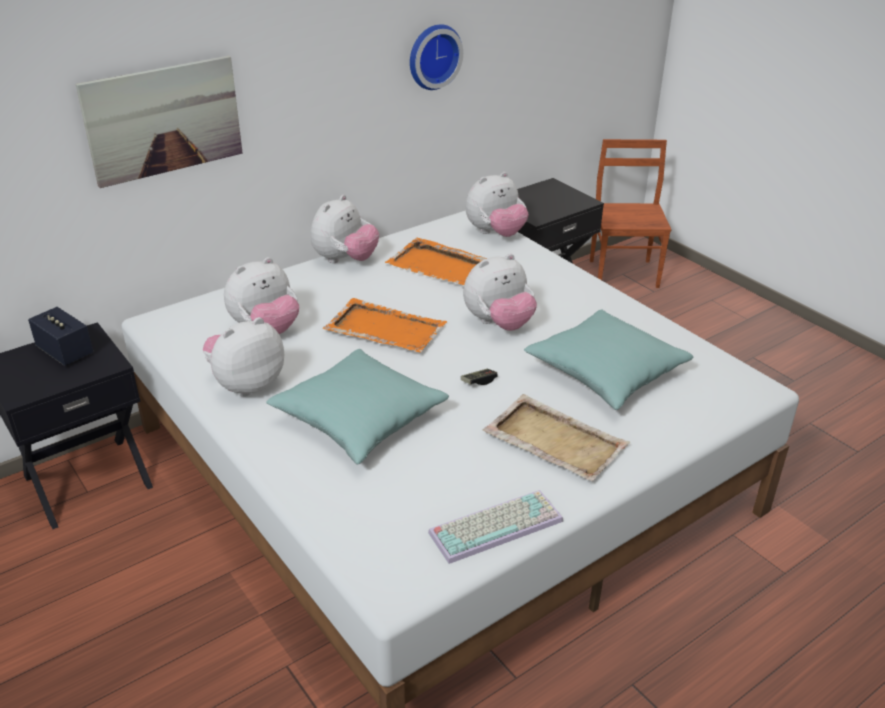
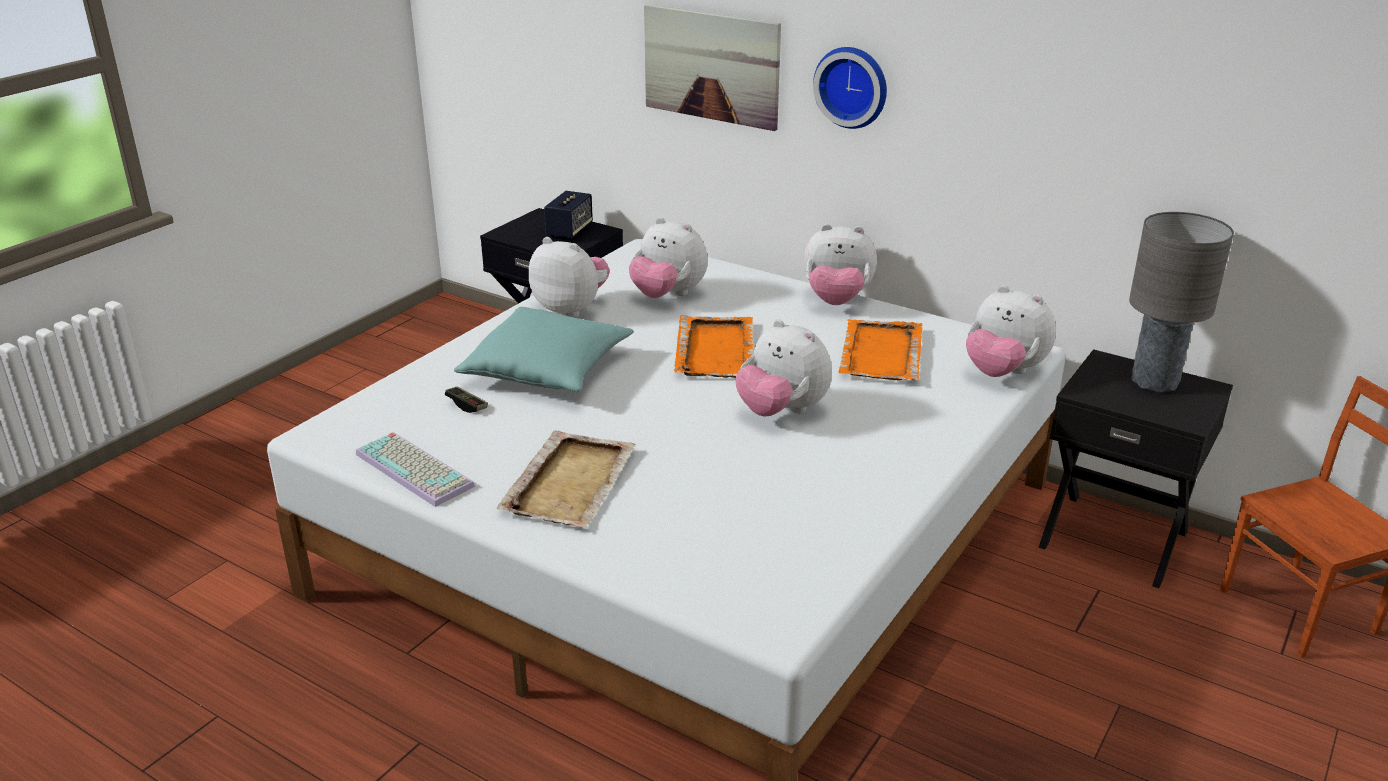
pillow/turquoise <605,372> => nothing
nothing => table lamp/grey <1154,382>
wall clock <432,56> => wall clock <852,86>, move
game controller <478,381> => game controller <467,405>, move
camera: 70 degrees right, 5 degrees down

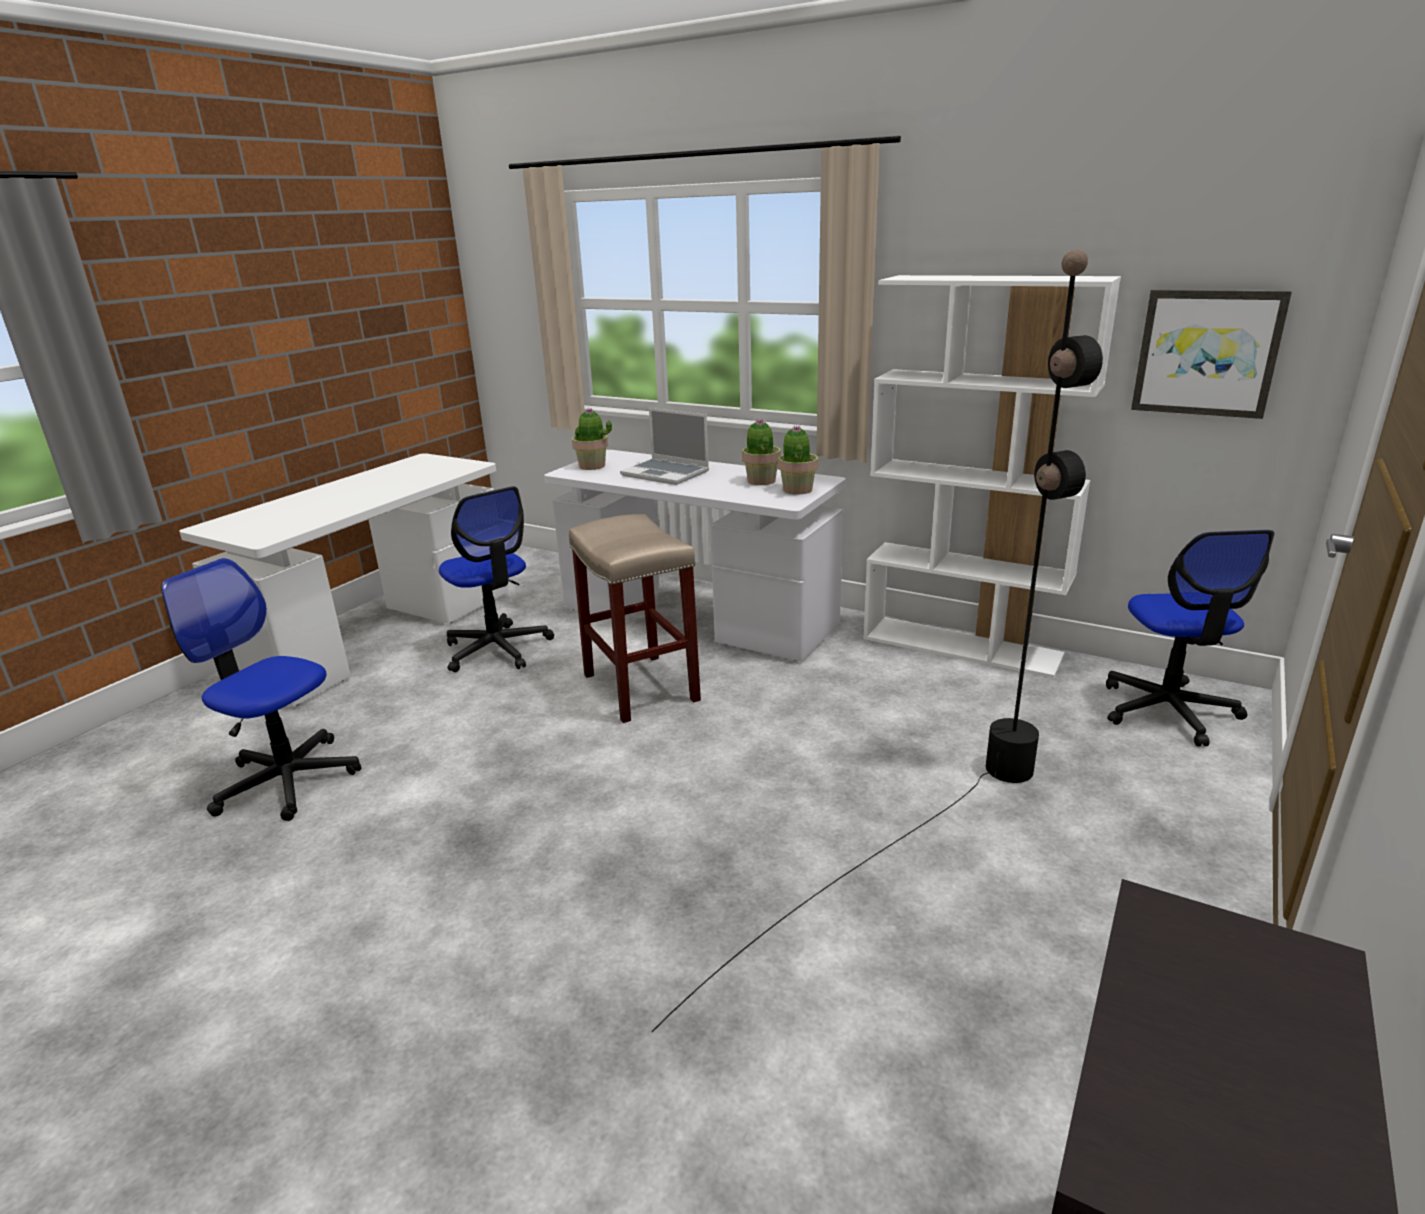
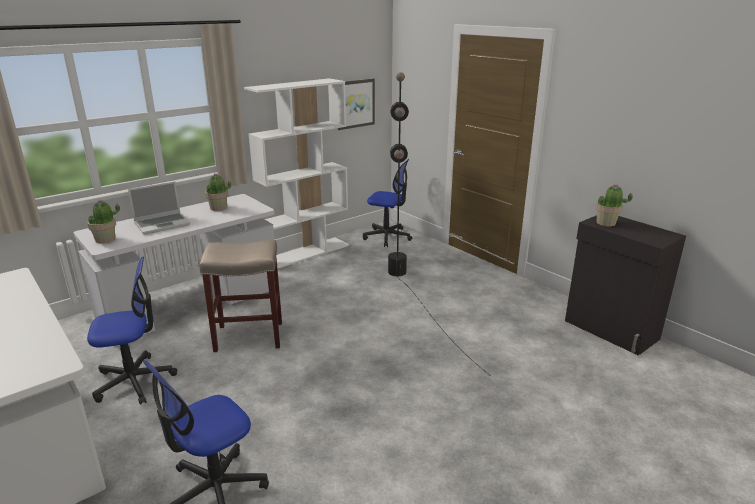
potted plant <797,490> => potted plant <606,223>, move
camera: 70 degrees left, 0 degrees up

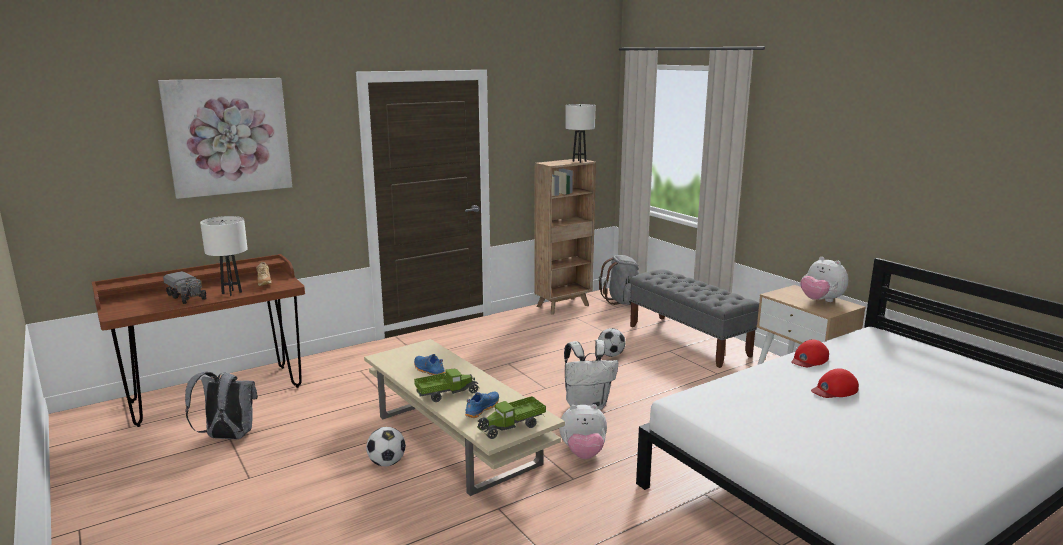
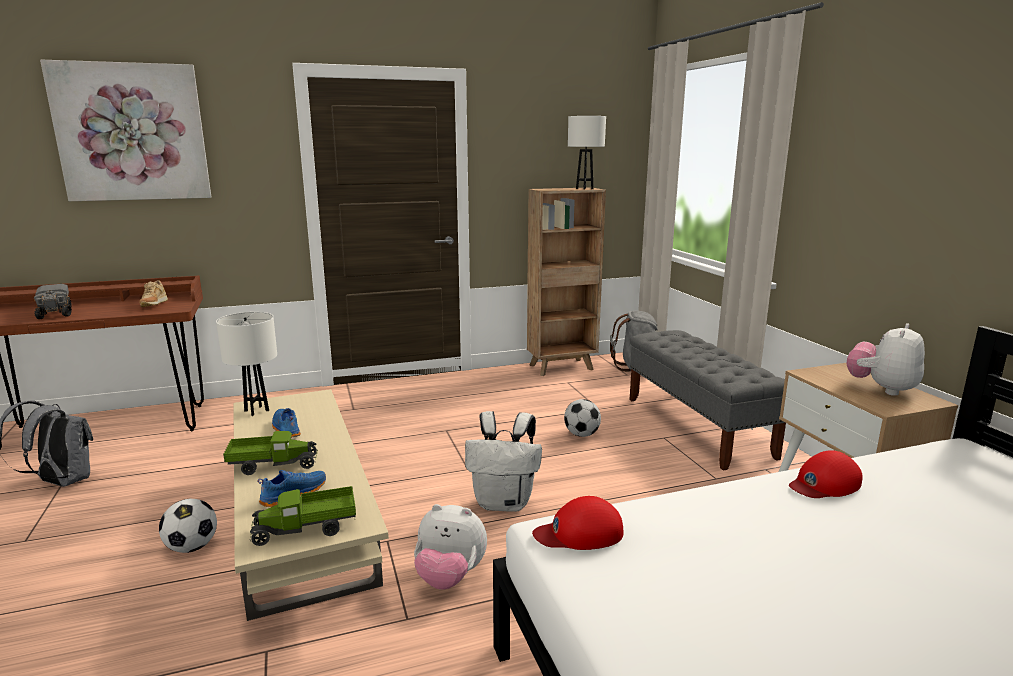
table lamp/white <232,293> => table lamp/white <257,410>, move
cap/red <834,390> => cap/red <579,533>, move
plush toy <821,301> => plush toy <881,389>, 60 degrees clockwise
camera: 15 degrees right, 0 degrees up

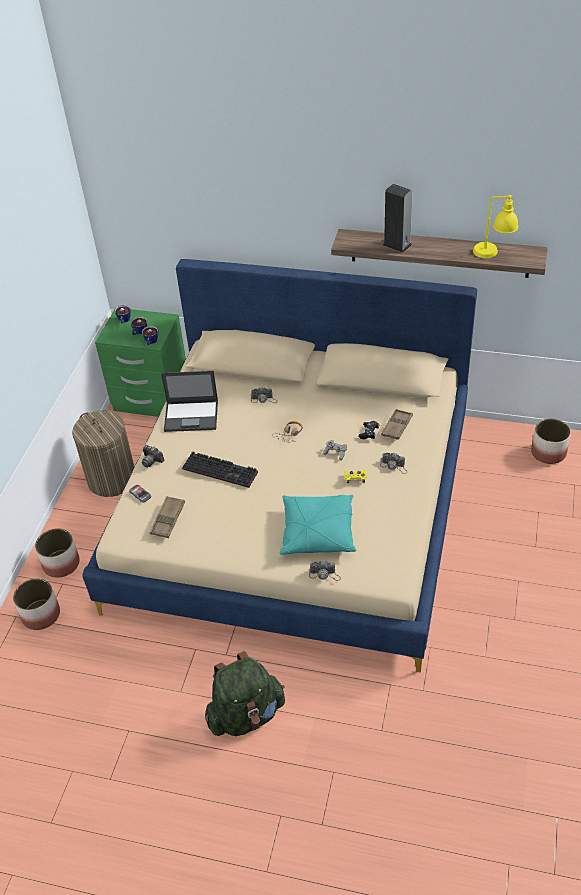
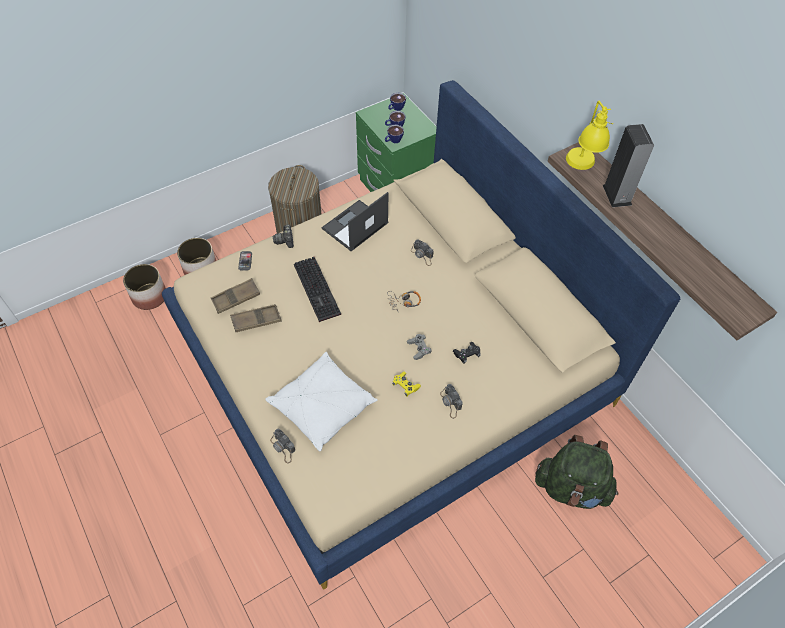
planter <548,453> => nothing
backpack/green <246,715> => backpack/green <571,488>, move
tray/brown <397,426> => tray/brown <256,320>, move
table lamp/yellow <493,255> => table lamp/yellow <581,168>, move
pillow/turquoise <317,532> => pillow/white <323,406>
laptop <192,416> => laptop <354,226>, 90 degrees clockwise
camera: 40 degrees right, 10 degrees up

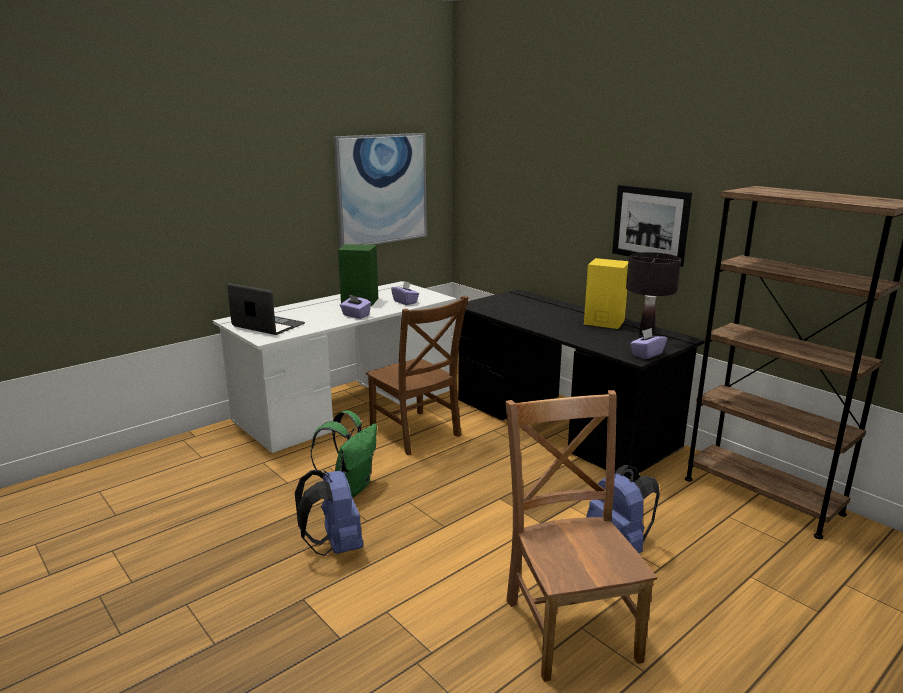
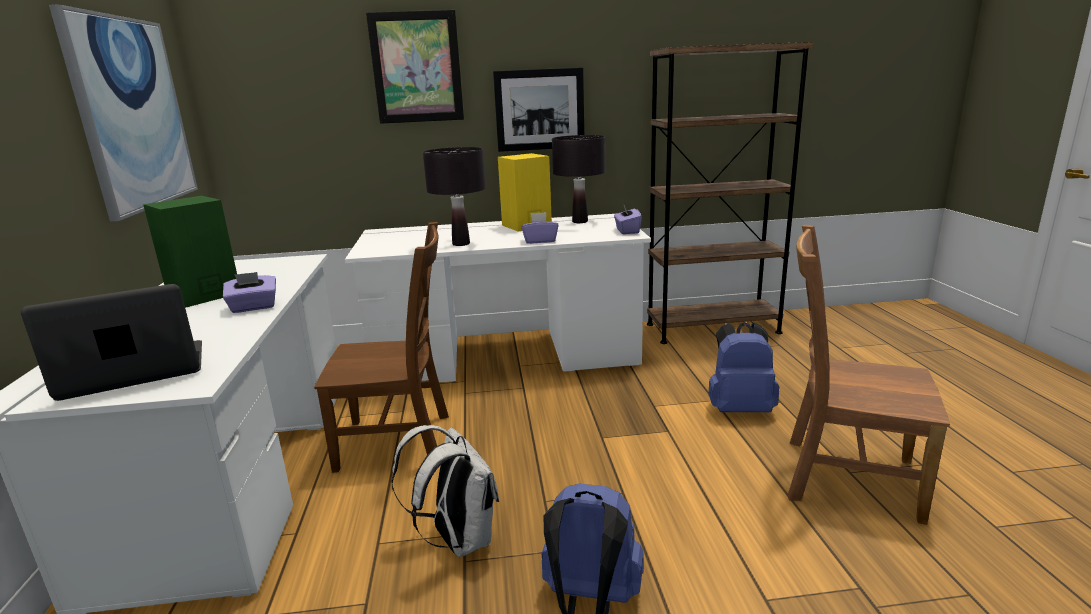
nothing => picture <416,67>
nothing => table lamp/black <461,244>
tissue box/purple <405,302> => tissue box/purple <539,241>, move
backpack/green <350,487> => backpack/white <458,539>
desk/black <563,423> => desk/white <506,355>
camera: 55 degrees left, 0 degrees up

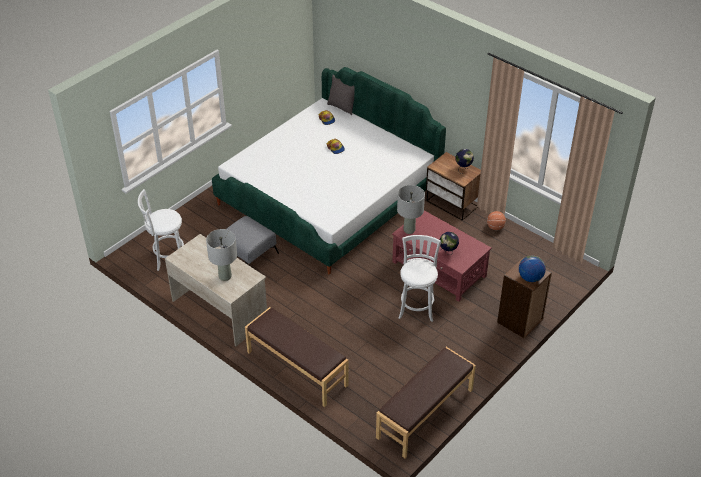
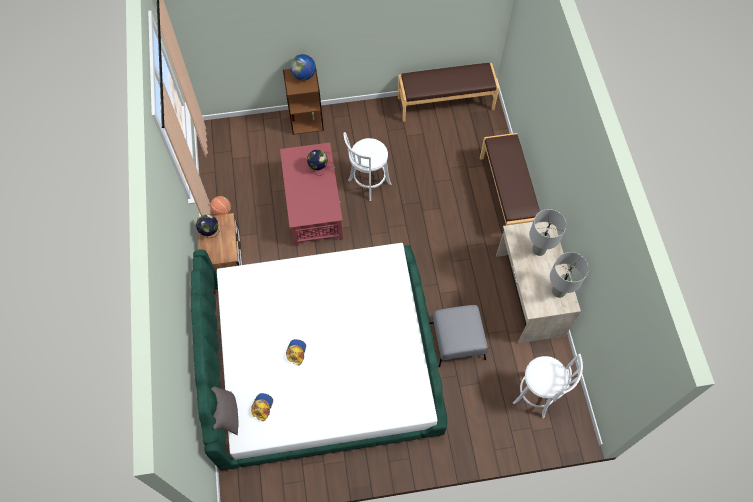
table lamp/grey <409,230> => table lamp/grey <558,291>, move
camera: 140 degrees left, 20 degrees up

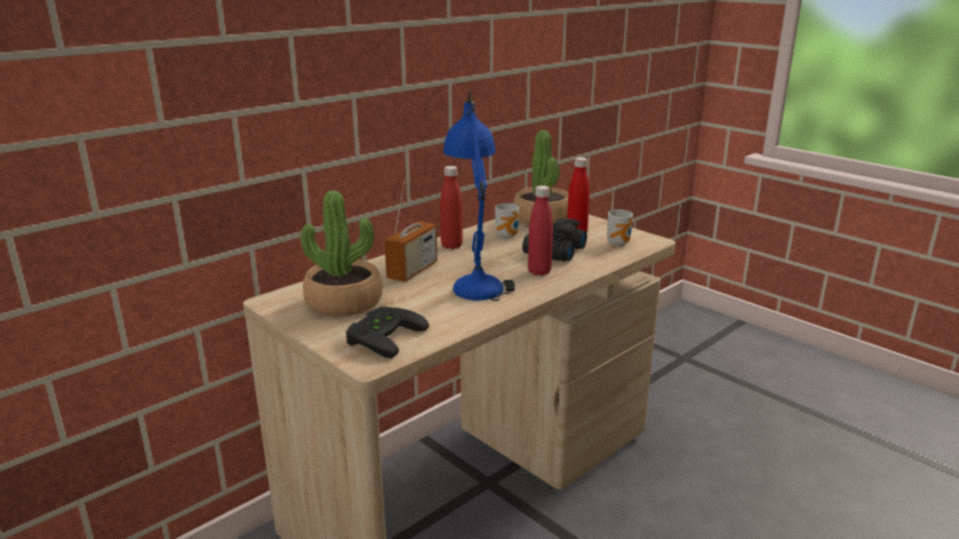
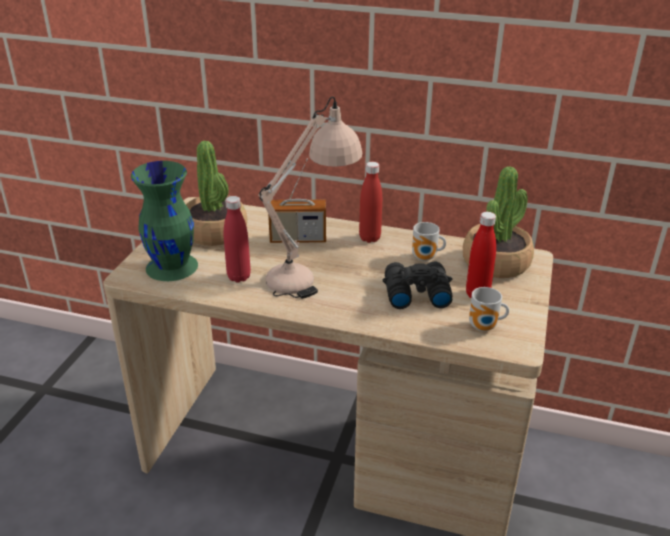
bottle/red <539,272> => bottle/red <239,277>, move
game controller/black <382,336> => vase/green <173,266>
table lamp/blue <476,278> => table lamp/beige <312,271>
camera: 60 degrees right, 10 degrees up

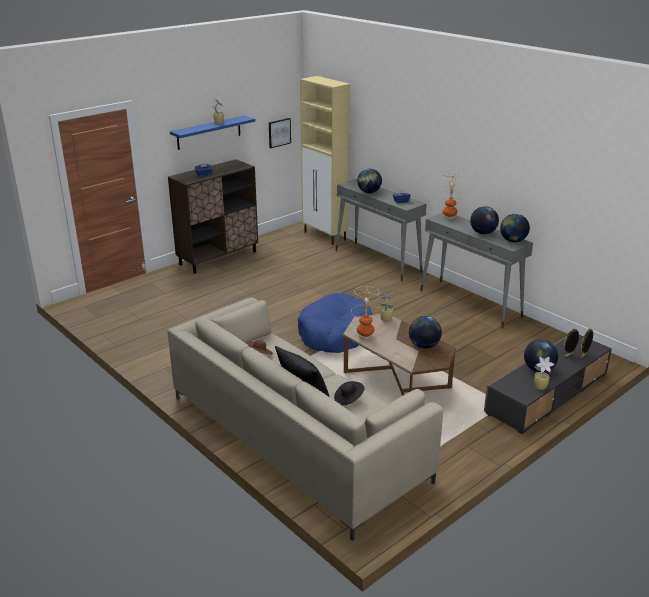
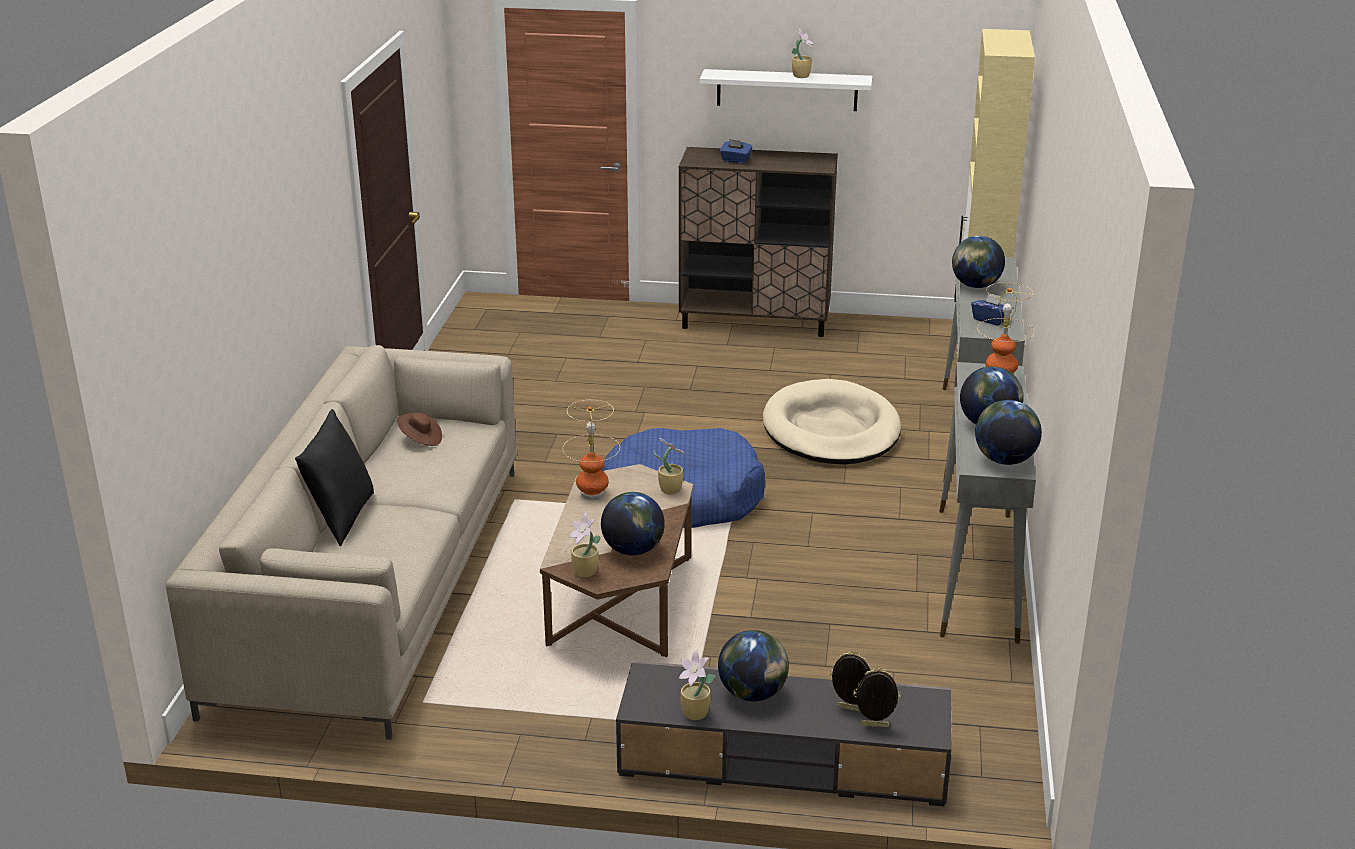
picture <279,132> => nothing
hat/black <348,399> => nothing
nothing => potted plant <585,573>
nothing => dog bed/beige <831,430>
shelf/blue <209,132> => shelf/white <787,90>
camera: 50 degrees right, 0 degrees up

